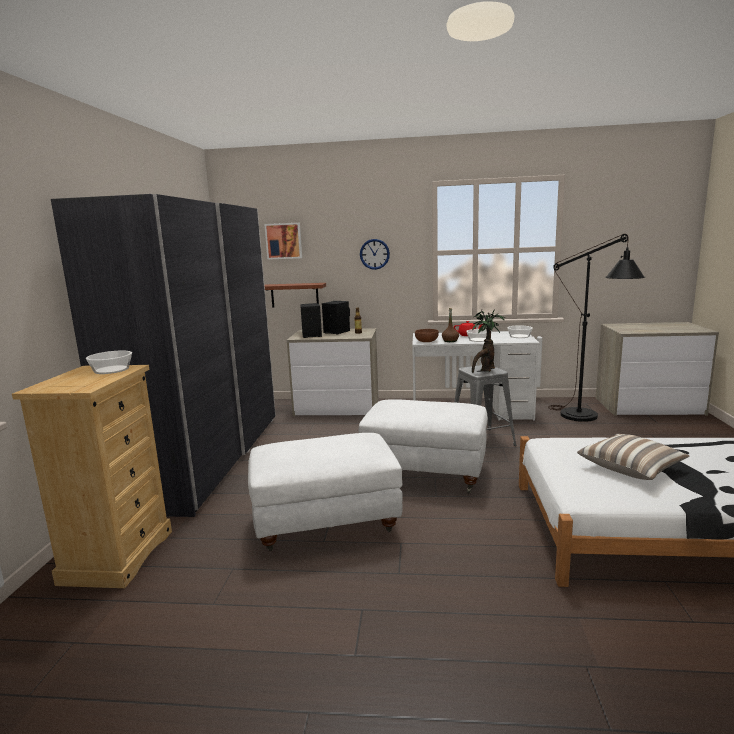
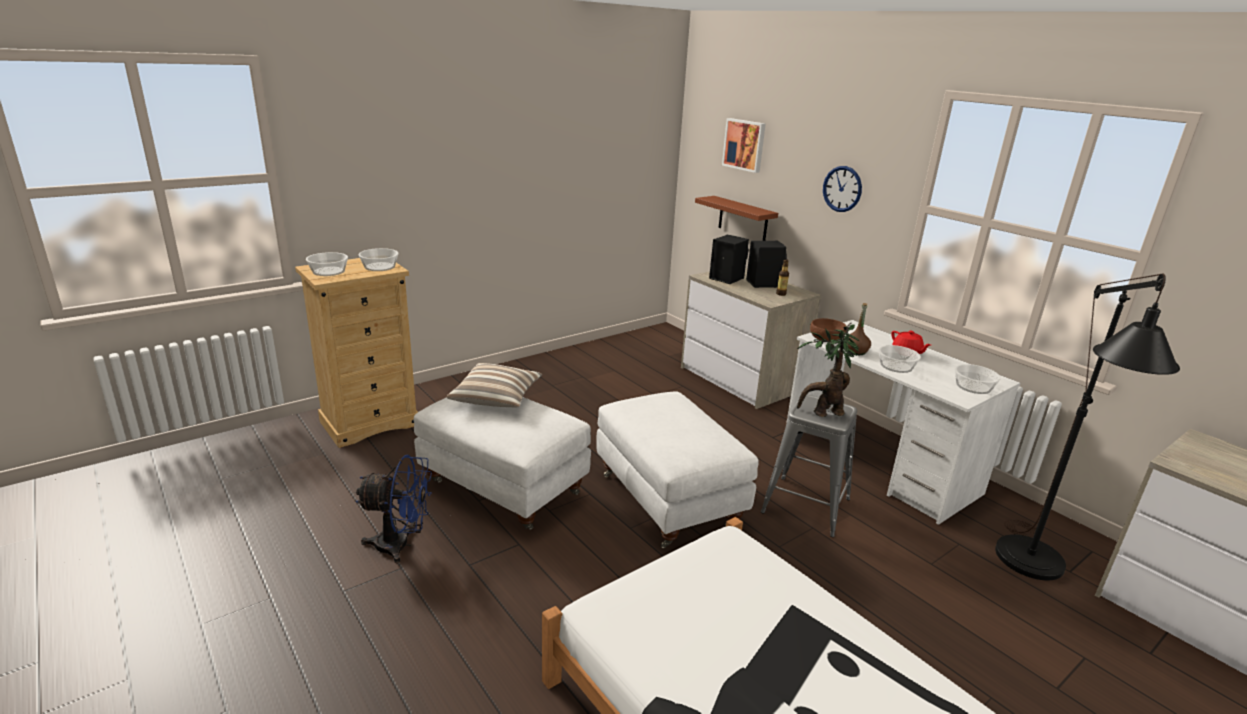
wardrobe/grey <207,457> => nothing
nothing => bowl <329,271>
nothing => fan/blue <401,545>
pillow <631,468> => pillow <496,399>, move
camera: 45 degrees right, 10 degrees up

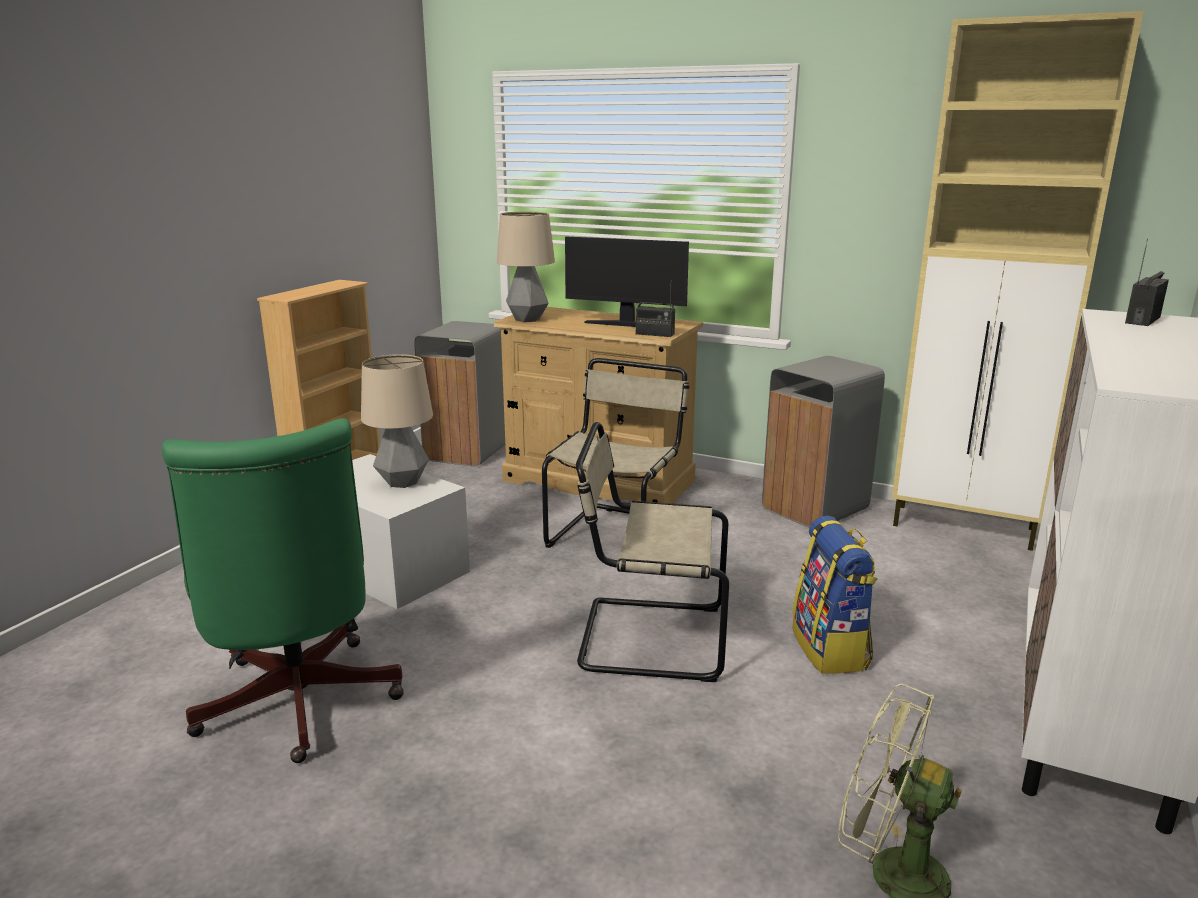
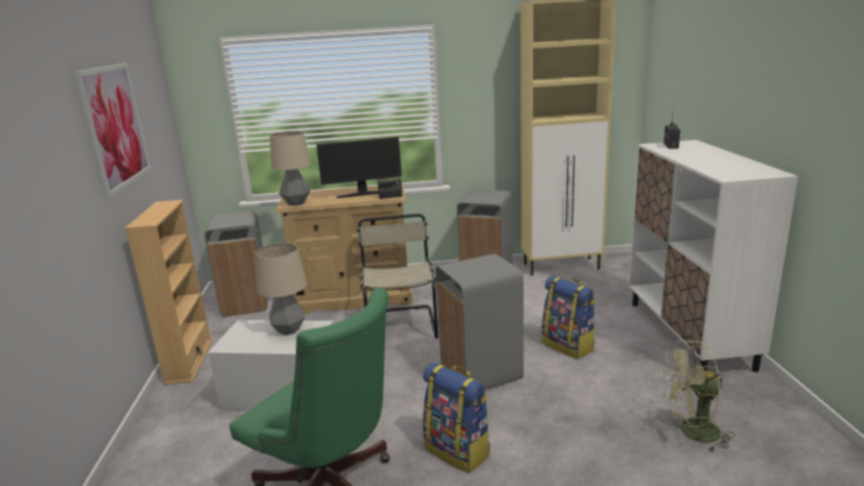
nothing => picture <115,126>
nothing => backpack <458,451>
chair/beige <646,638> => trash can/grey <480,374>
camera: 30 degrees left, 0 degrees up

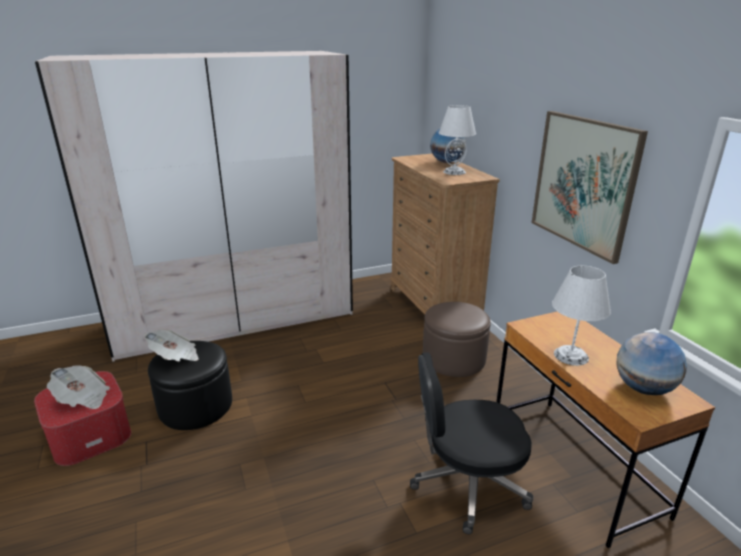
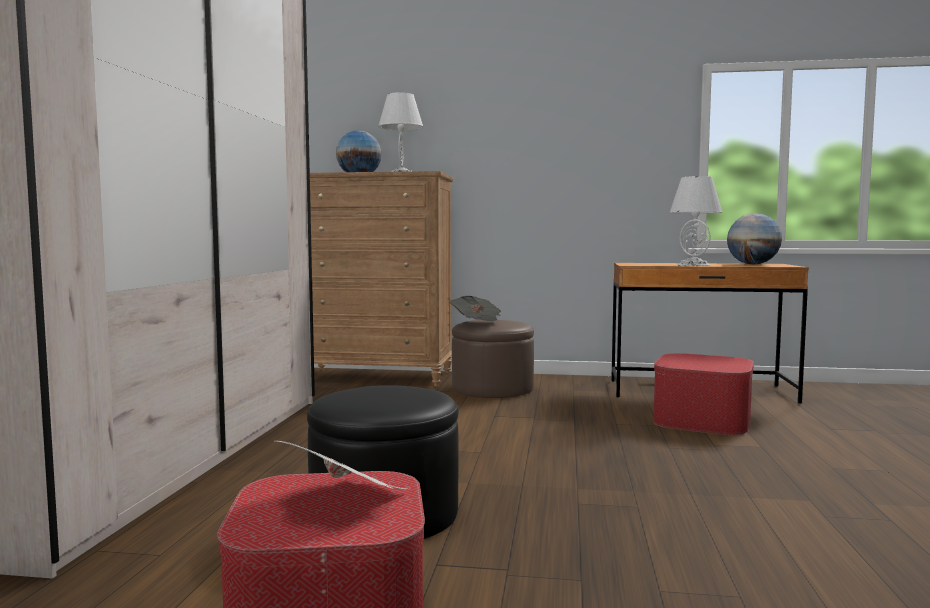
picture <583,183> => nothing
newspaper <175,357> => newspaper <477,323>, move
office chair/black <467,484> => ottoman <701,420>
camera: 60 degrees left, 20 degrees down

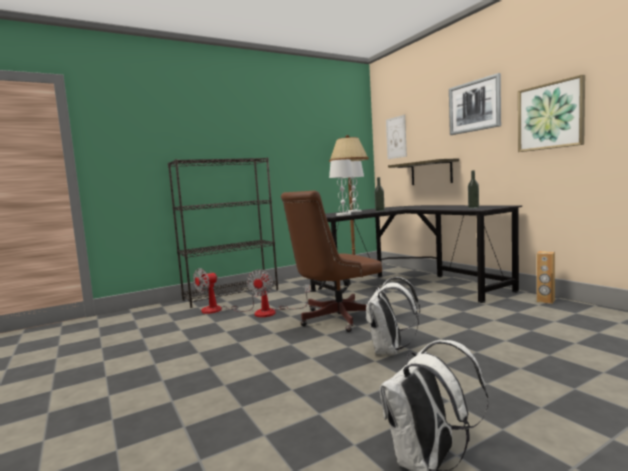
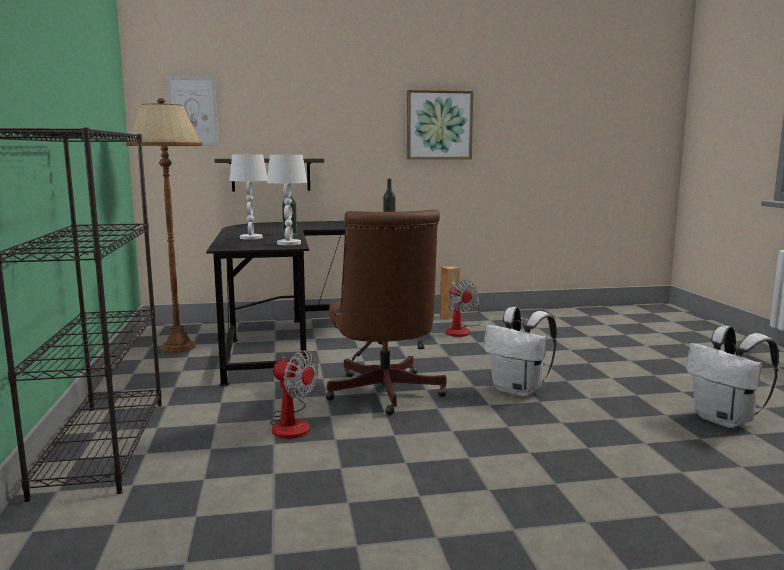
picture <474,106> => nothing
fan <219,310> => fan <461,330>, move
camera: 70 degrees left, 5 degrees up

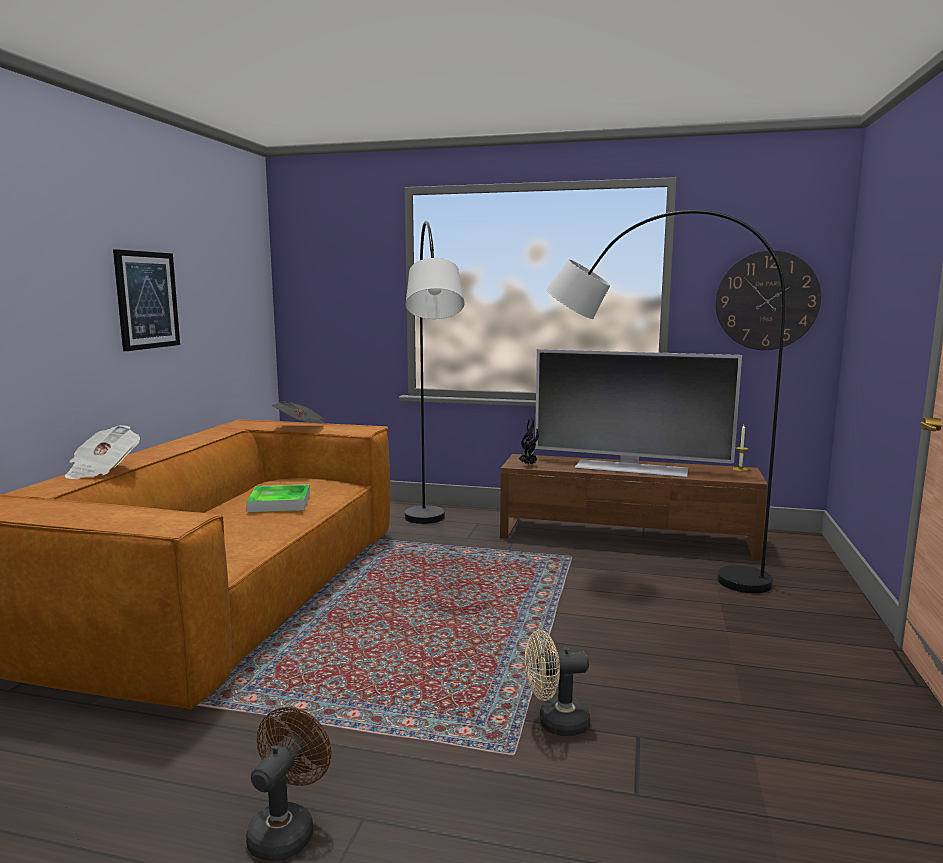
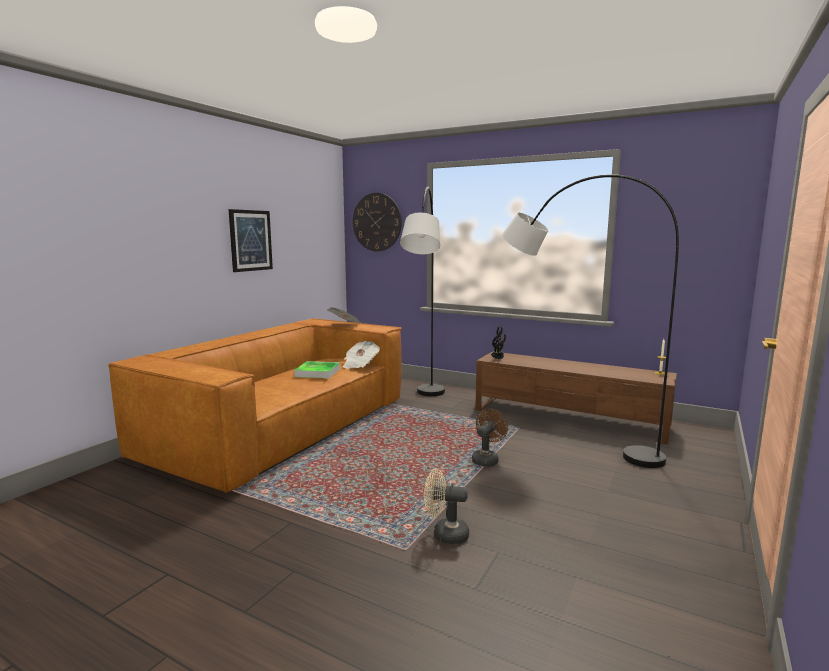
television <631,468> => nothing
newspaper <102,470> => newspaper <360,364>, move
fan/brown <286,829> => fan/brown <487,459>, move
wall clock <767,300> => wall clock <376,222>, move
camera: 15 degrees right, 0 degrees up

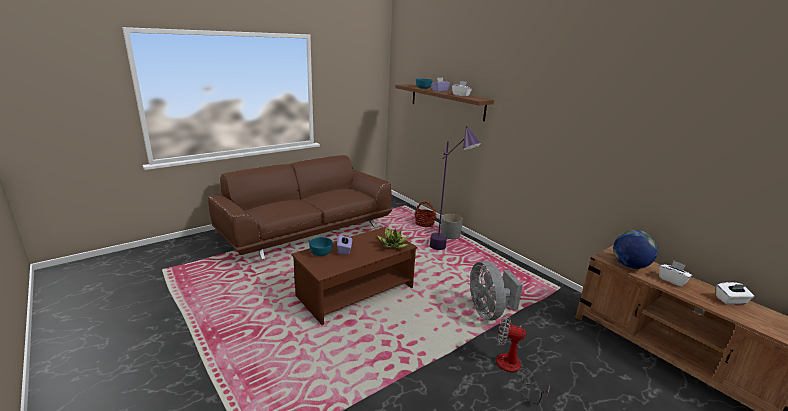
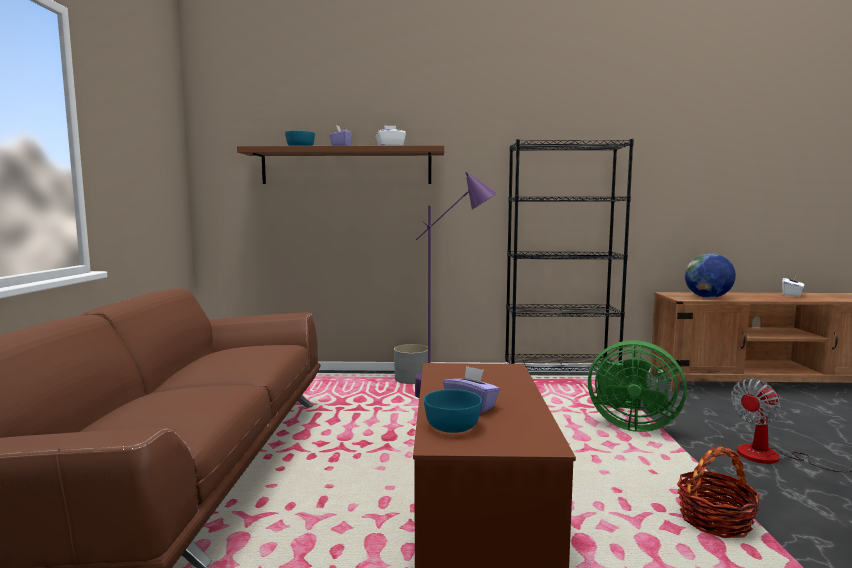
potted plant <394,245> => nothing
tissue box/white <672,280> => nothing
nothing => bookcase/black <560,380>
basket <424,223> => basket <715,520>, move
fan/grey <488,312> => fan/green <630,424>
camera: 50 degrees left, 15 degrees down

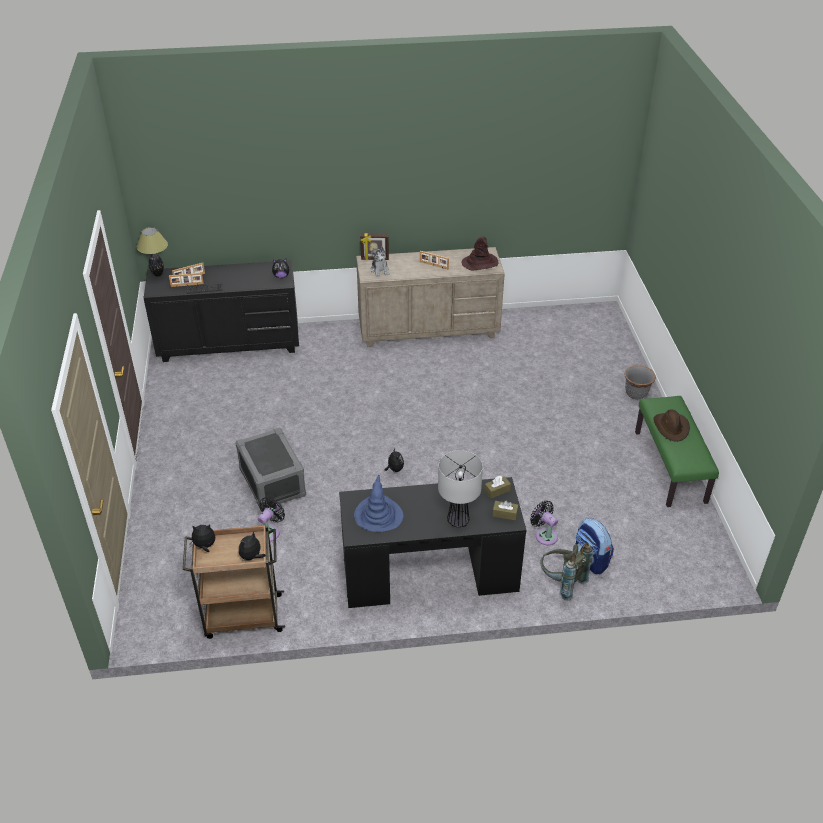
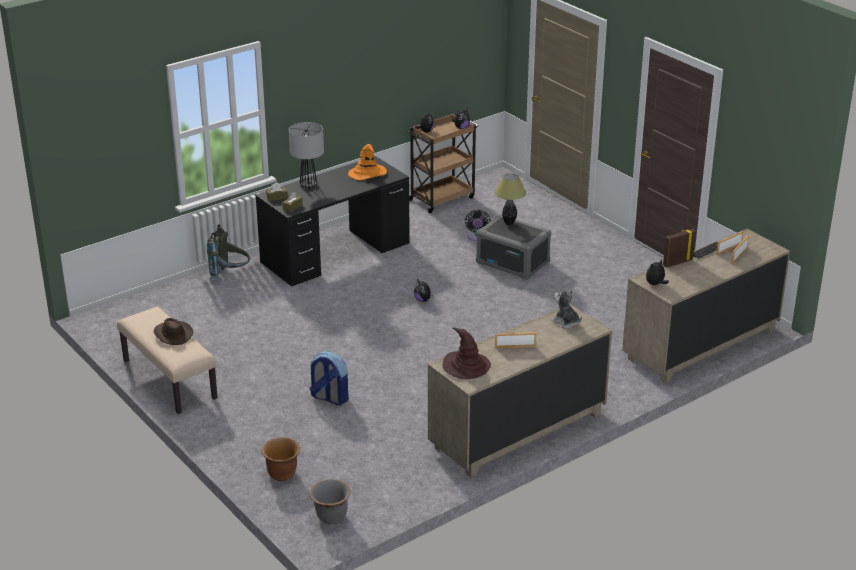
fan/black <544,535> => nothing
nothing => planter/brown <282,474>
table lamp <157,274> => table lamp <509,223>, move
picture frame <375,259> => picture frame <677,262>, move
backpack <590,561> => backpack <329,398>, move
planter/grey <636,394> => planter/grey <331,517>, move
dresser/black <229,344> => dresser/beige <701,344>
hat/blue <378,515> => hat/orange <367,173>
bench/green <670,467> => bench/beige <168,379>
camera: 150 degrees right, 10 degrees down

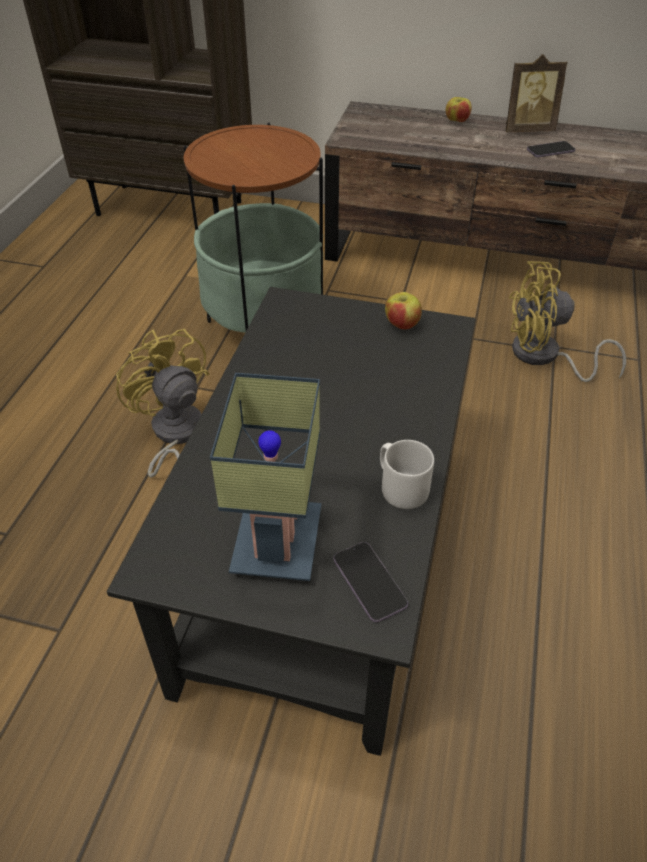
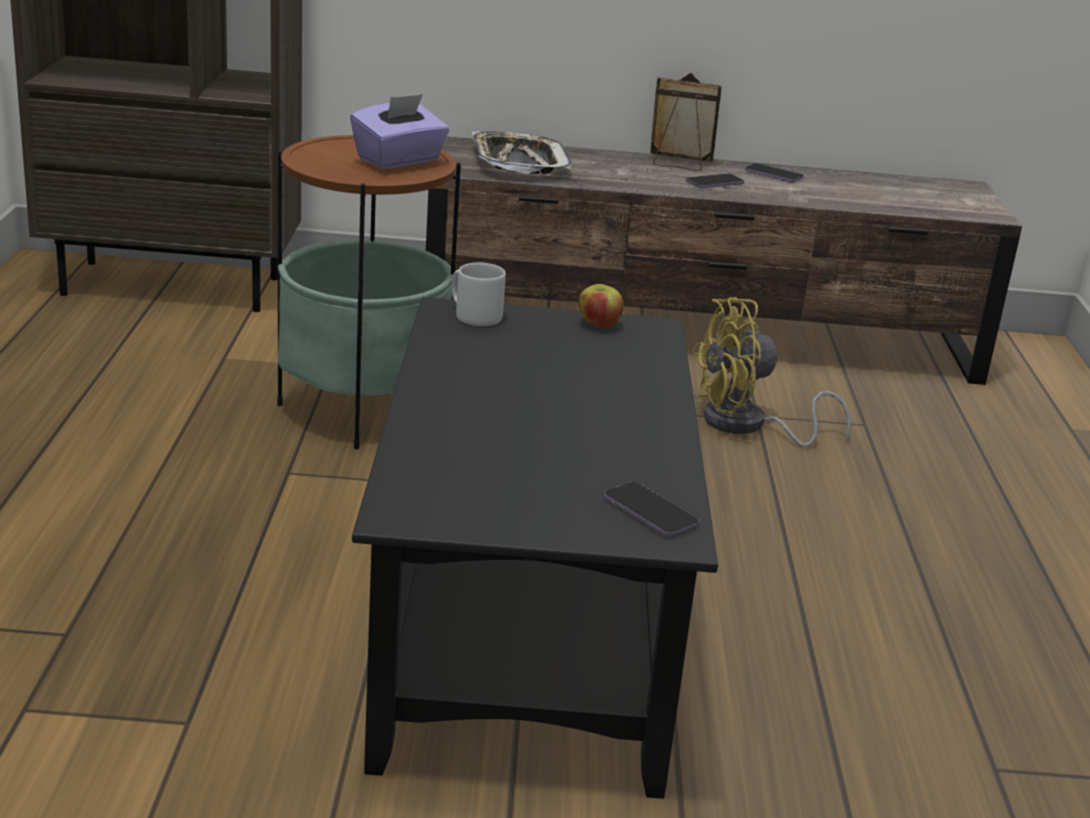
fan/yellow <174,436> => nothing
table lamp <281,547> => nothing
apple <457,121> => nothing
nothing => tissue box/purple <399,160>
nothing => tray <518,162>
nothing => phone <773,175>
mug/grey <400,487> => mug/grey <474,316>, move
picture frame <527,129> => picture frame <679,164>, 150 degrees counterclockwise
camera: 15 degrees left, 20 degrees down

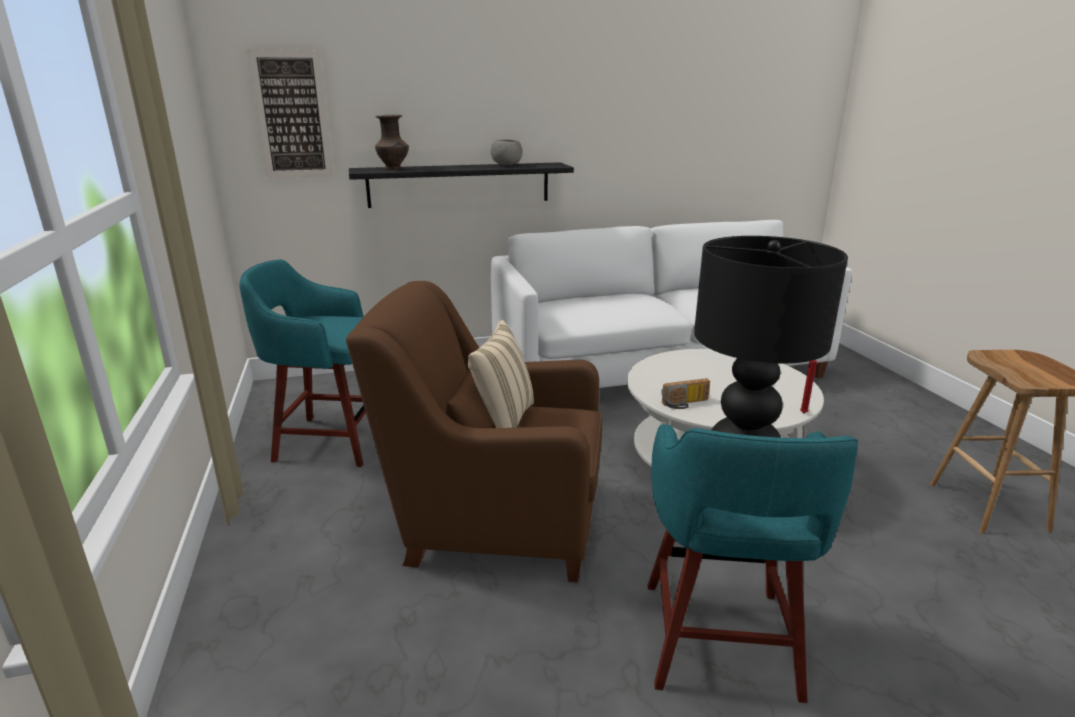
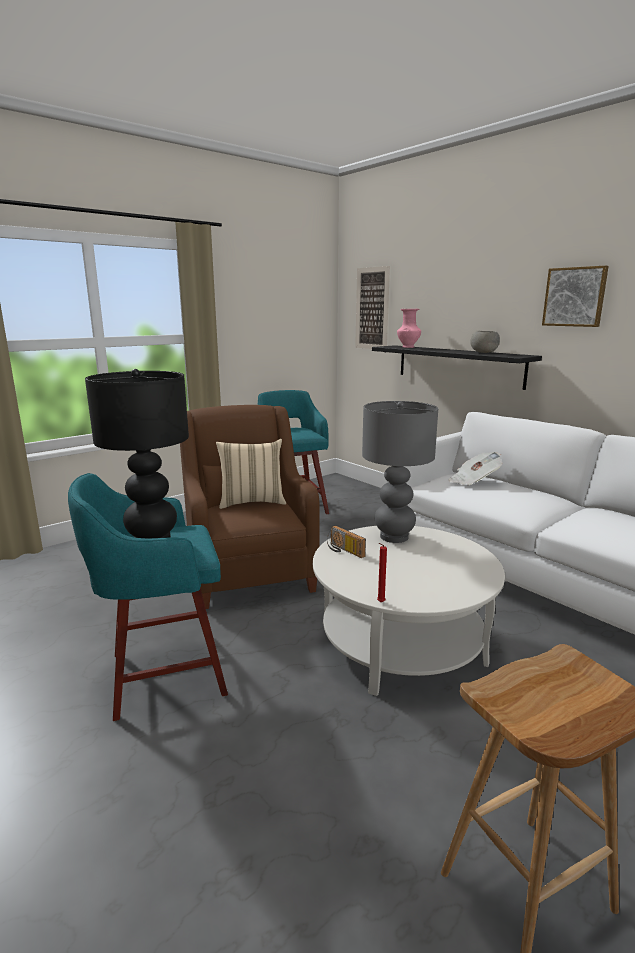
nothing => table lamp/grey <394,537>
nothing => newspaper <473,481>
nothing => picture <575,297>
vase/brown <394,168> => vase/pink <408,347>
camera: 65 degrees right, 5 degrees down

